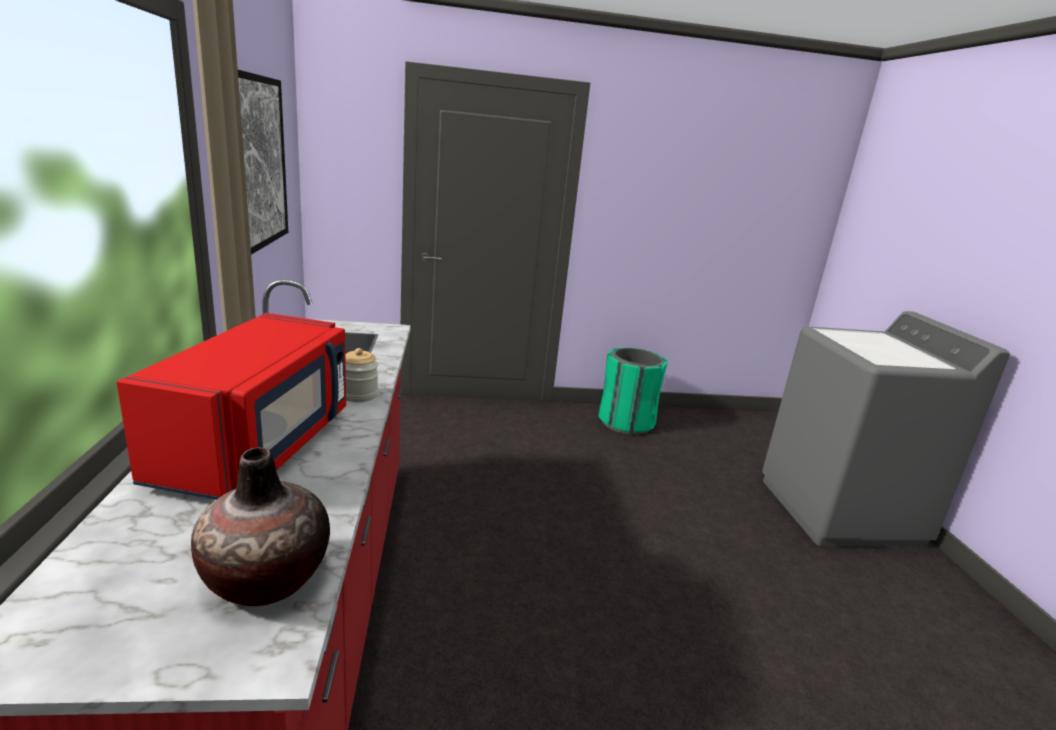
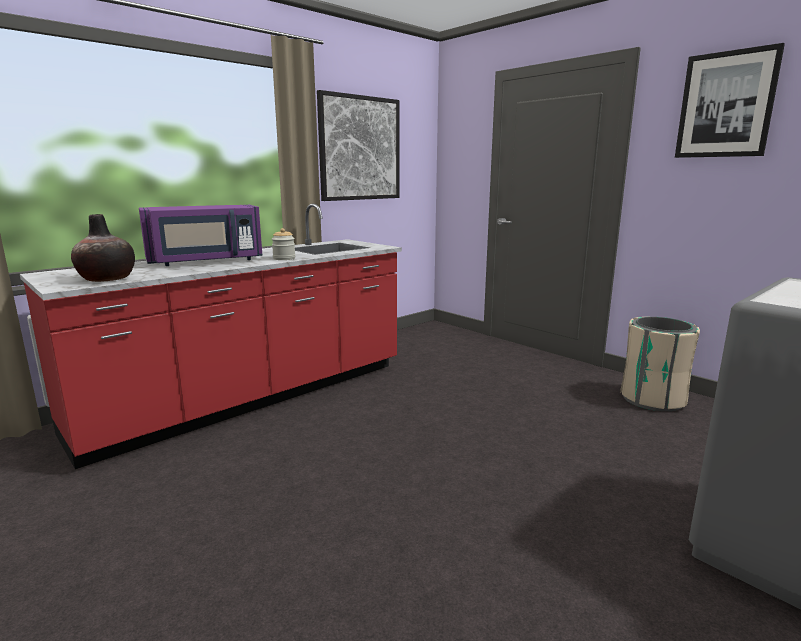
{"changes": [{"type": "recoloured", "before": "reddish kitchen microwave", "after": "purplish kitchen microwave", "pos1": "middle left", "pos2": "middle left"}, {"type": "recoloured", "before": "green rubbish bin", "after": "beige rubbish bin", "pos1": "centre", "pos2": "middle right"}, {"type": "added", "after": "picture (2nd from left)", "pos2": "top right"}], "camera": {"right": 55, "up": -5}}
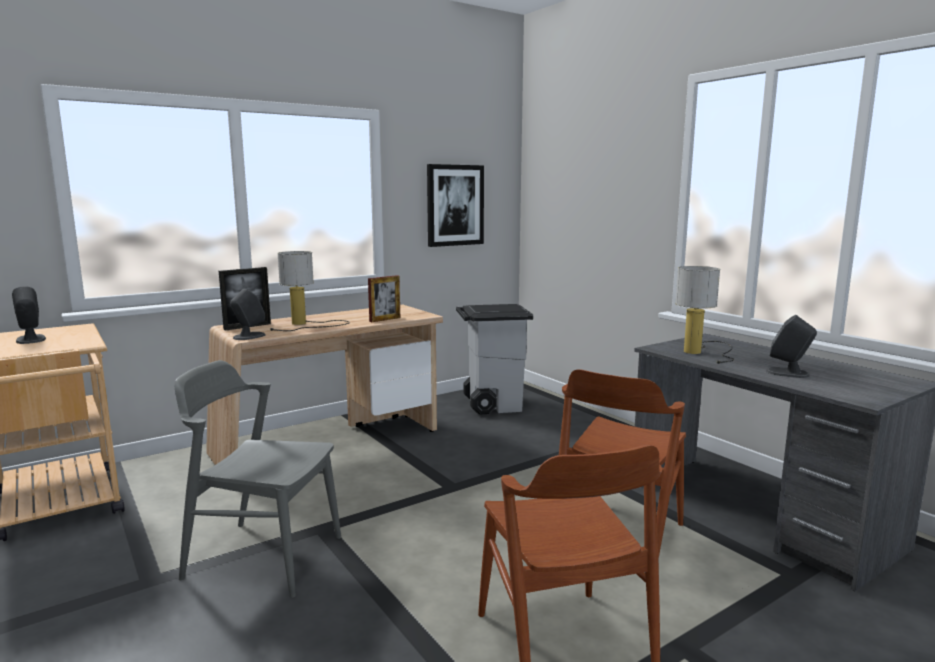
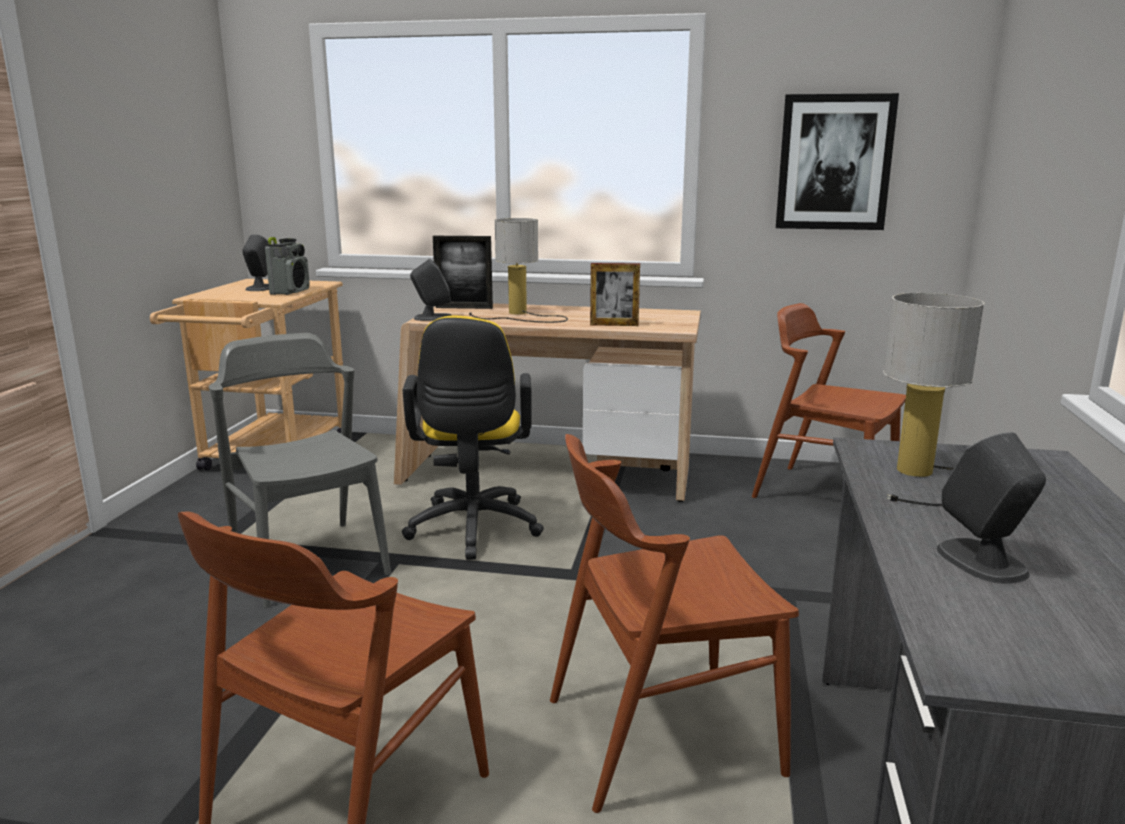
{"changes": [{"type": "added", "after": "radio receiver", "pos2": "top left"}, {"type": "added", "after": "yellow office chair", "pos2": "centre"}, {"type": "replaced", "before": "gray rubbish bin", "after": "brown chair (3rd from left)", "pos1": "centre", "pos2": "middle right"}], "camera": {"right": 45, "up": 5}}
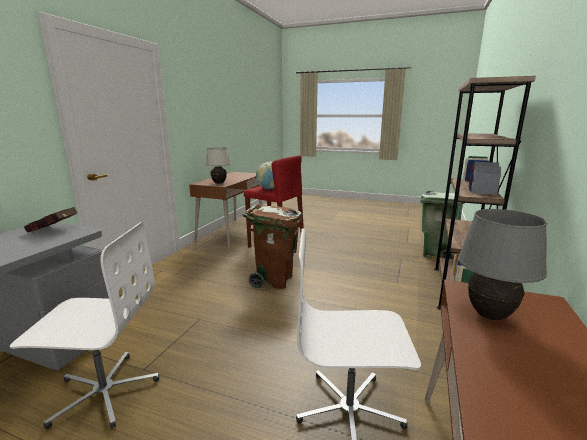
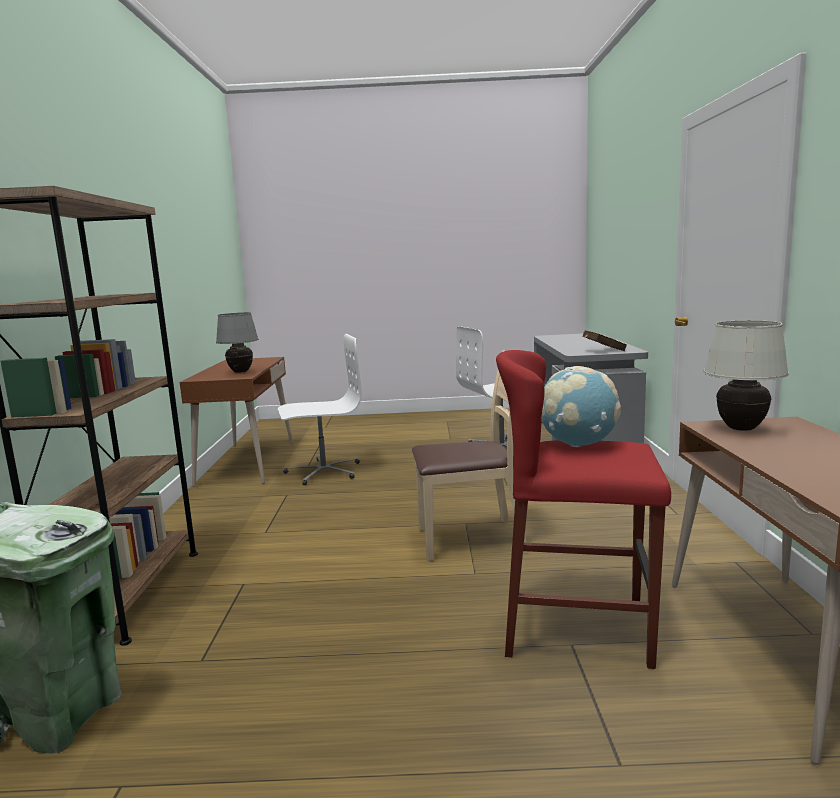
{"changes": [{"type": "replaced", "before": "brown rubbish bin", "after": "beige chair", "pos1": "centre", "pos2": "centre"}], "camera": {"right": 160, "up": -5}}
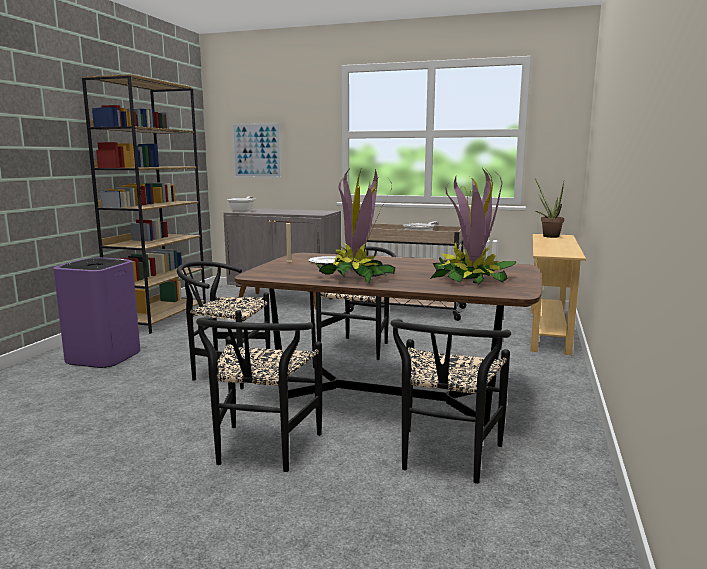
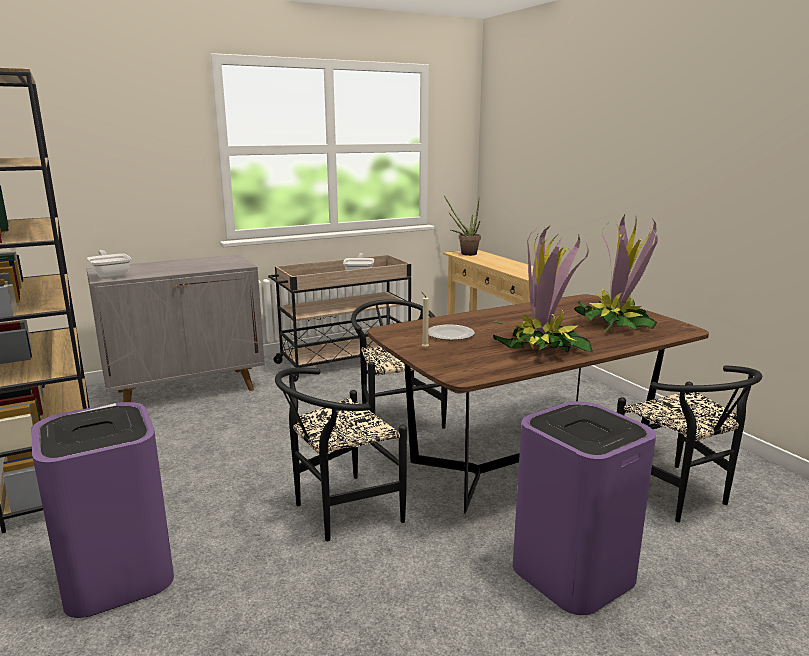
{"changes": [{"type": "replaced", "before": "black-coloured chair (2nd from left)", "after": "purplish rubbish bin (2nd from left)", "pos1": "bottom centre", "pos2": "bottom right"}, {"type": "removed", "before": "picture", "pos1": "top centre"}], "camera": {"right": -45, "up": 5}}
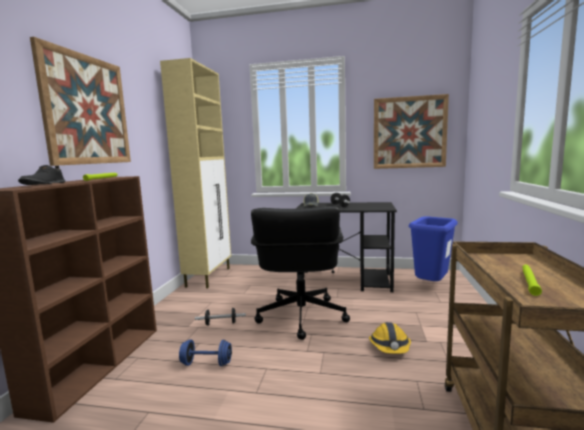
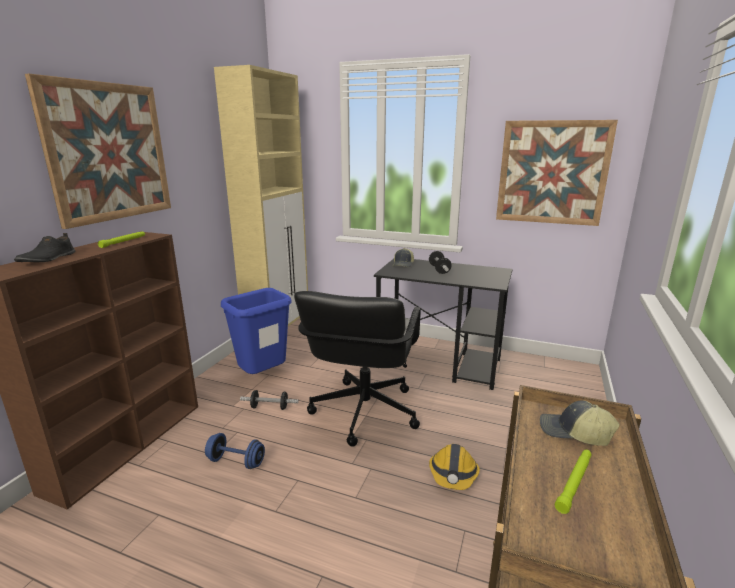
{"changes": [{"type": "moved", "before": "bluish rubbish bin", "pos1": "middle right", "pos2": "centre"}, {"type": "added", "after": "peaked cap (2nd from left)", "pos2": "bottom right"}], "camera": {"right": 10, "up": 10}}
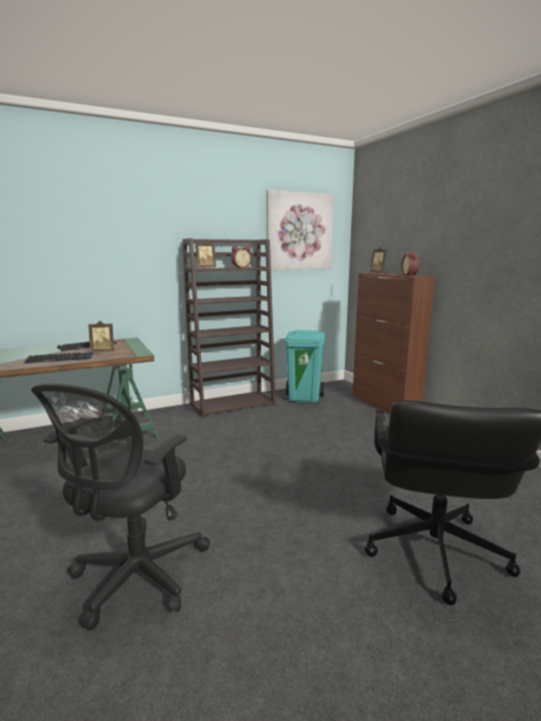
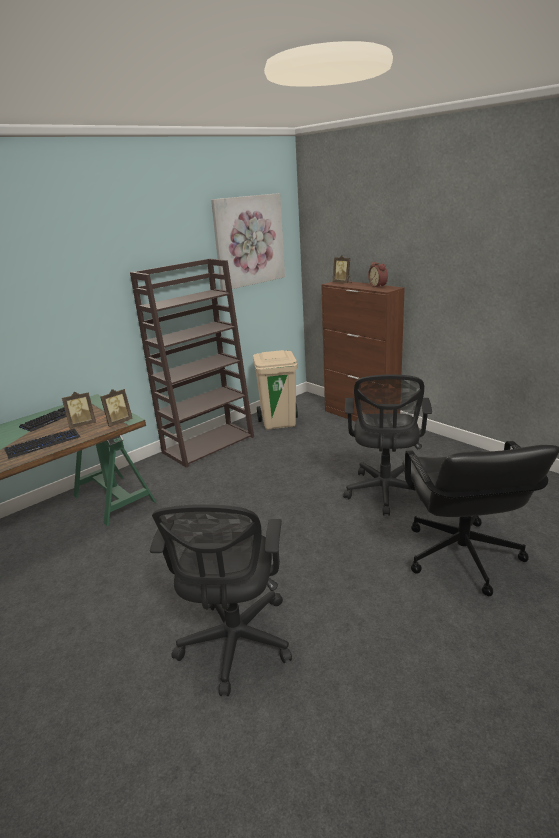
{"changes": [{"type": "moved", "before": "picture frame (2nd from left)", "pos1": "centre", "pos2": "middle left"}, {"type": "recoloured", "before": "blue-green rubbish bin", "after": "beige rubbish bin", "pos1": "centre", "pos2": "centre"}, {"type": "added", "after": "black-coloured office chair (2nd from left)", "pos2": "middle right"}, {"type": "removed", "before": "alarm clock (1st from left)", "pos1": "centre"}], "camera": {"right": -15, "up": 10}}
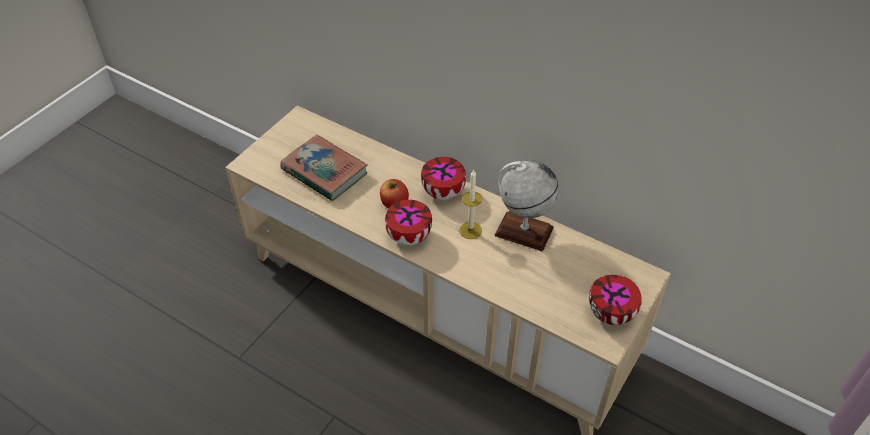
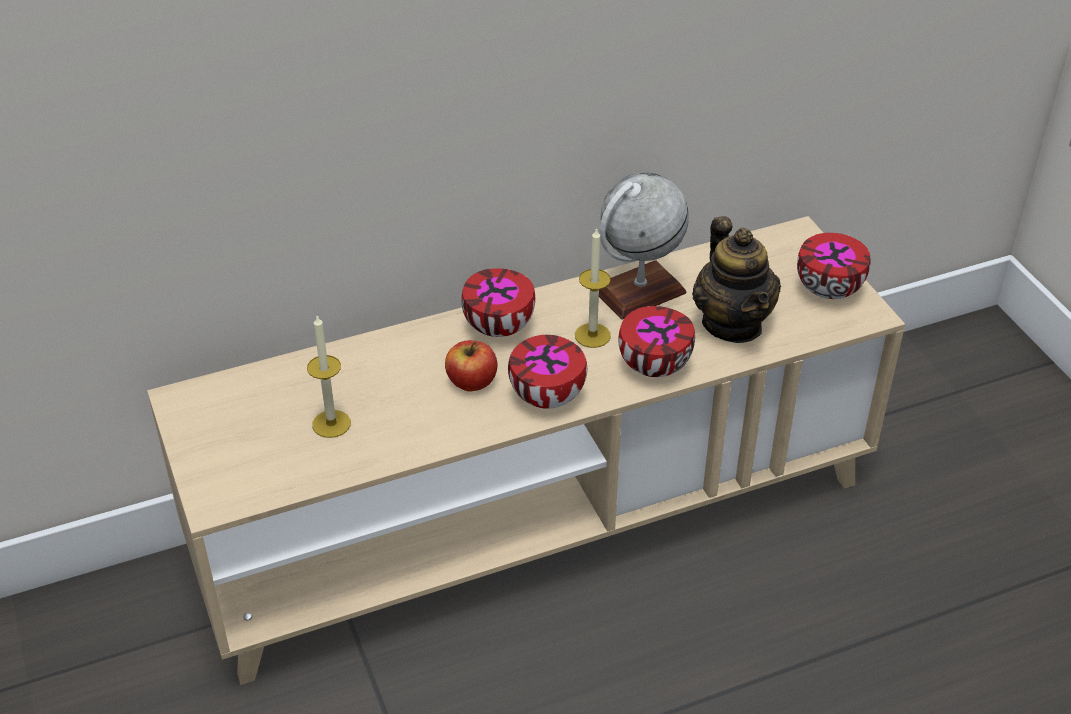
{"changes": [{"type": "replaced", "before": "volume", "after": "candle (1st from left)", "pos1": "centre", "pos2": "middle left"}, {"type": "added", "after": "bowl (3rd from left)", "pos2": "centre"}, {"type": "added", "after": "pot for tea", "pos2": "middle right"}], "camera": {"right": -55, "up": -5}}
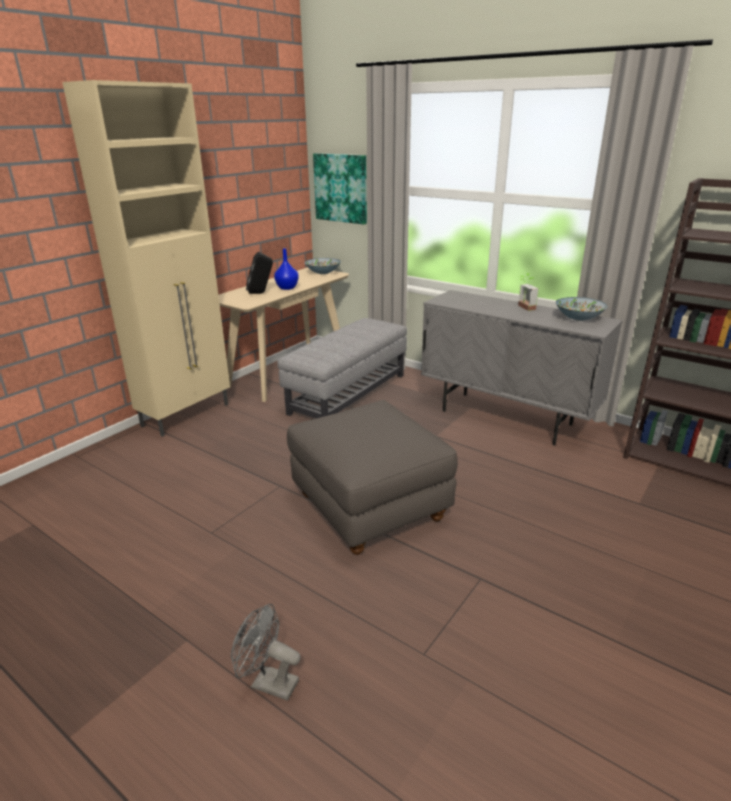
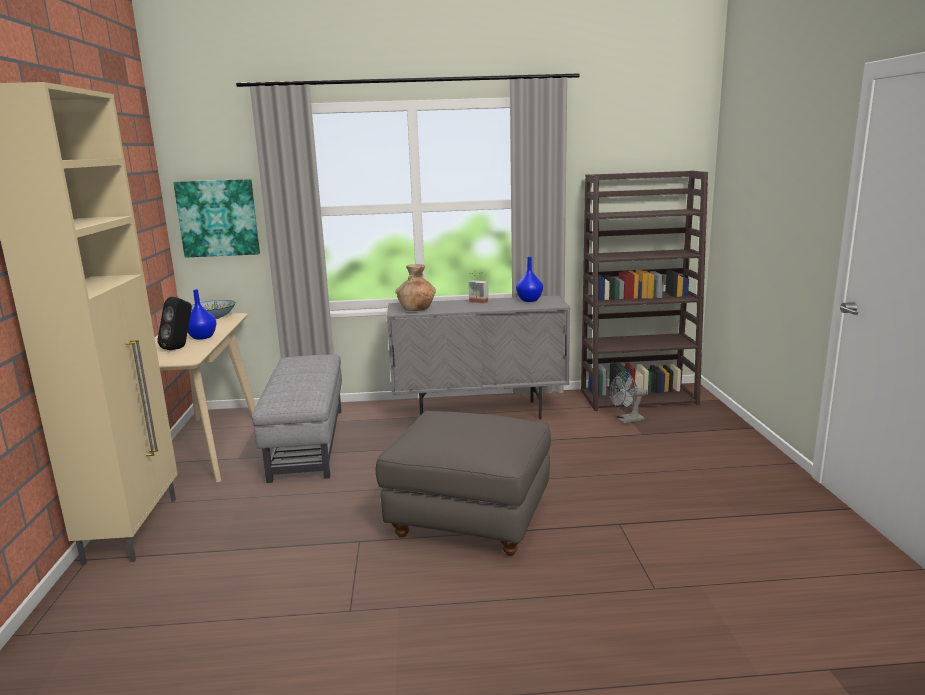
{"changes": [{"type": "added", "after": "brown vase", "pos2": "centre"}, {"type": "replaced", "before": "bowl (2nd from left)", "after": "bluish vase (2nd from left)", "pos1": "middle right", "pos2": "centre"}, {"type": "moved", "before": "gray cooling fan", "pos1": "bottom centre", "pos2": "middle right"}], "camera": {"right": -40, "up": -10}}
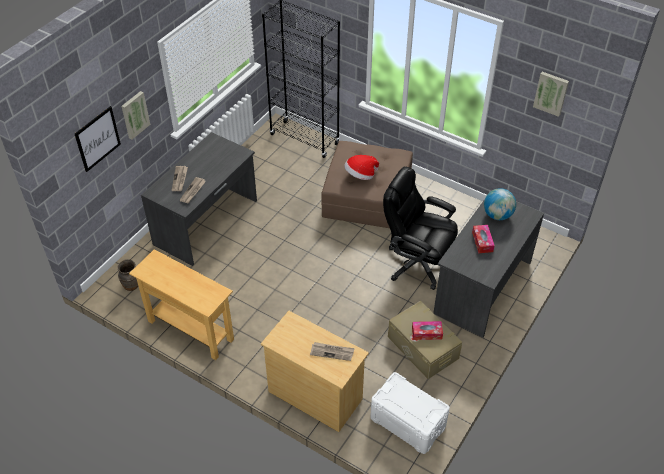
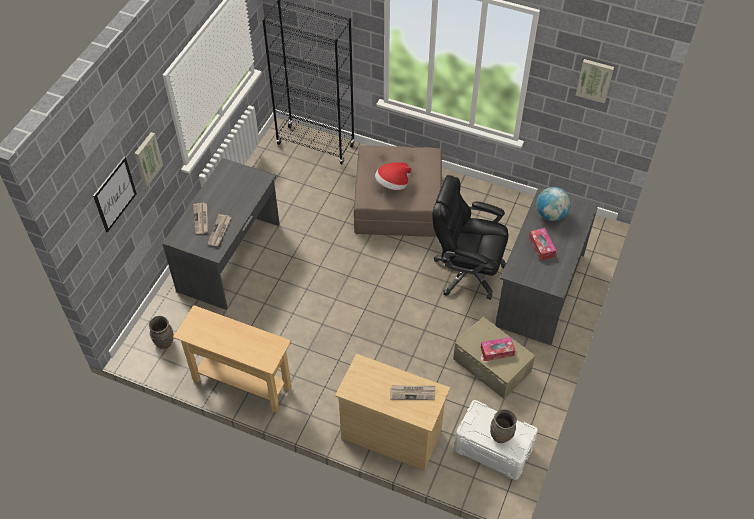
{"changes": [{"type": "added", "after": "brown vase (2nd from left)", "pos2": "bottom right"}], "camera": {"right": -10, "up": 5}}
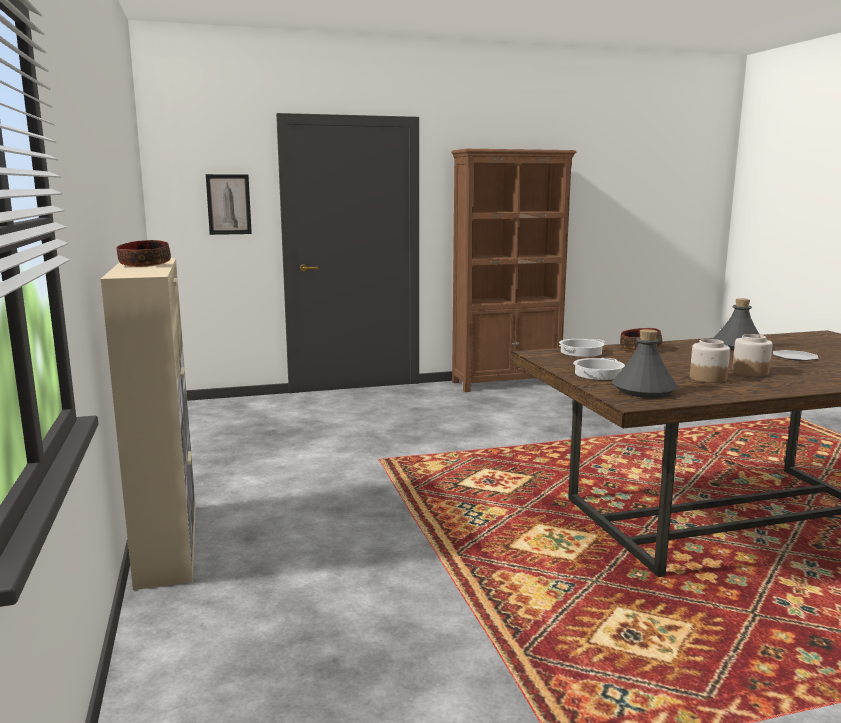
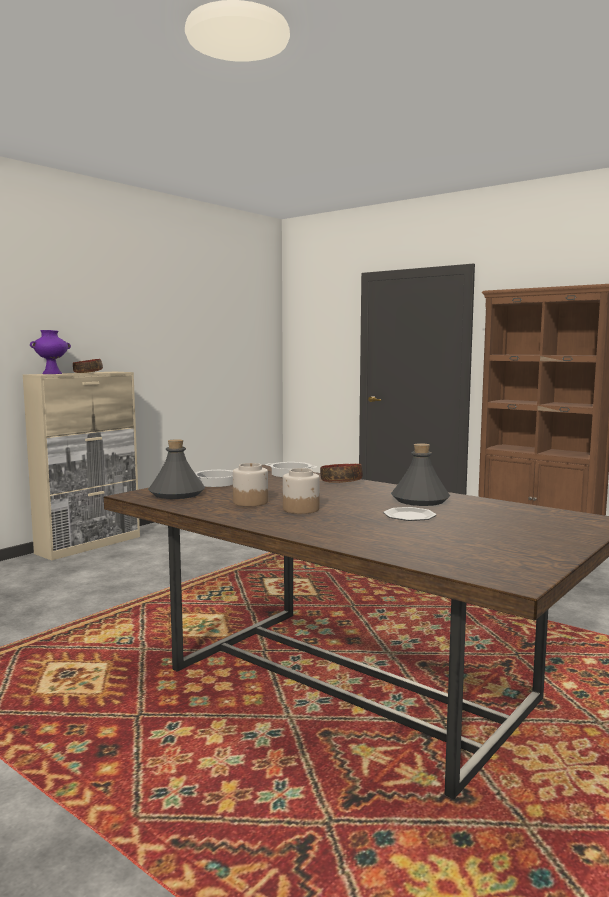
{"changes": [{"type": "added", "after": "purplish vase", "pos2": "middle left"}, {"type": "removed", "before": "picture", "pos1": "top left"}], "camera": {"right": 55, "up": -5}}
